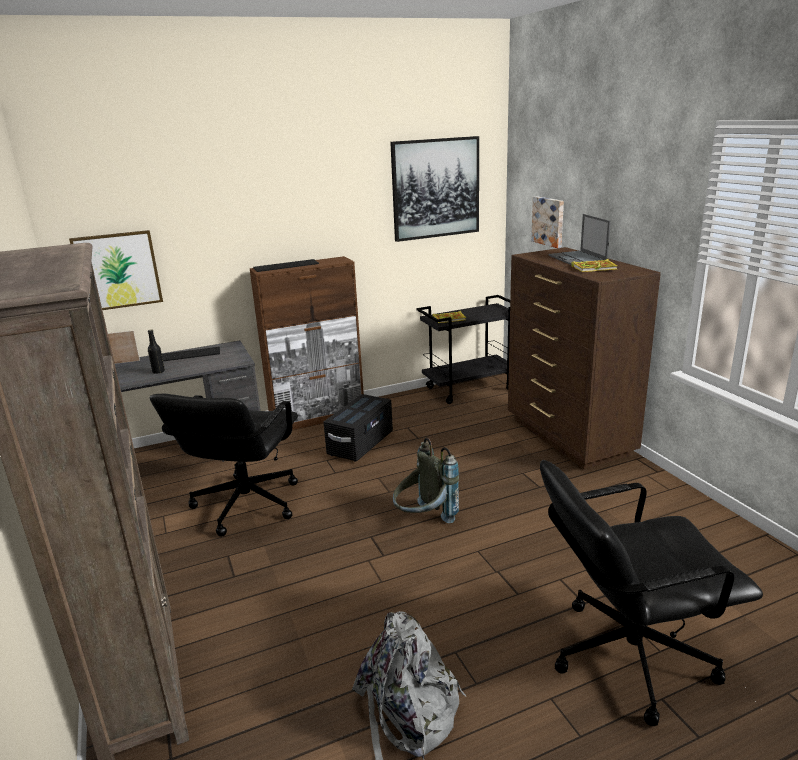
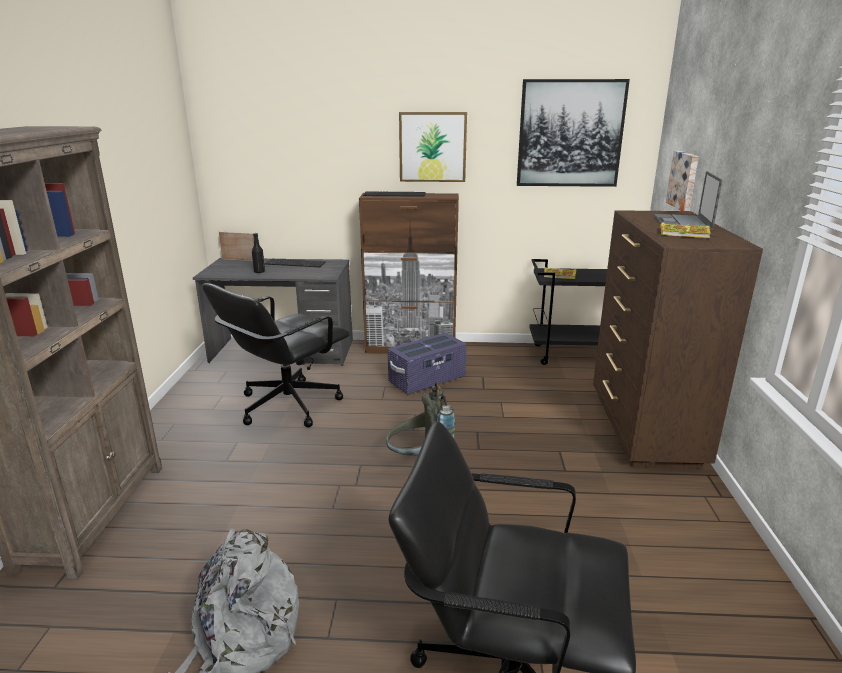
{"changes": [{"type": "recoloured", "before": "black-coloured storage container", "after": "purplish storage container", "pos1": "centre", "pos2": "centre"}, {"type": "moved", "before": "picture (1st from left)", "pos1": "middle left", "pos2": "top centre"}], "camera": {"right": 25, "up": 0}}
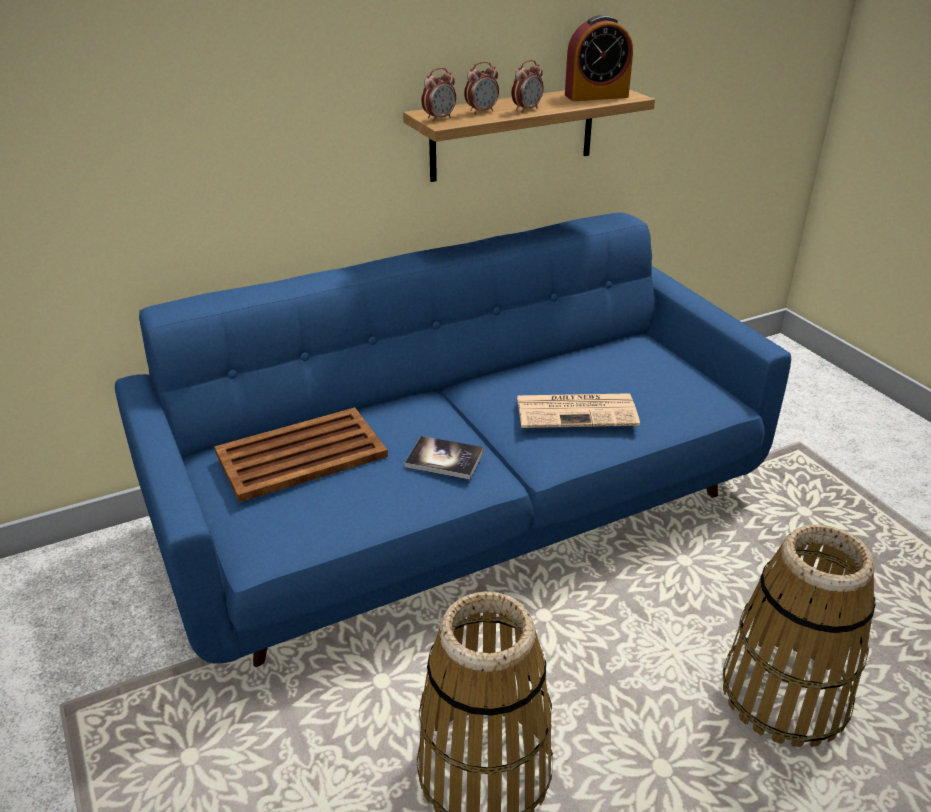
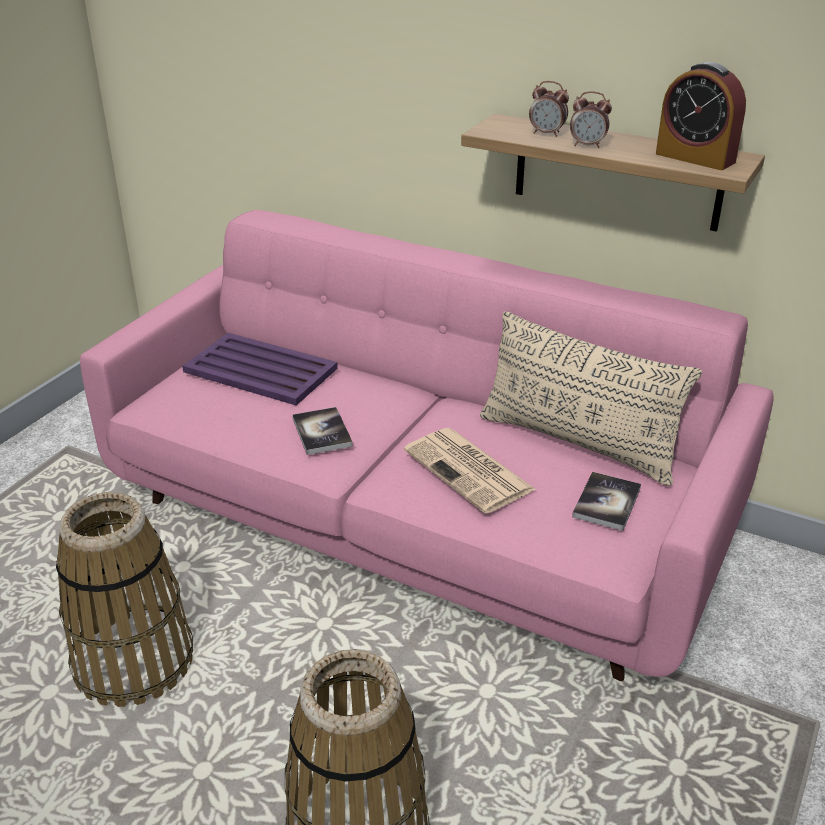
{"changes": [{"type": "recoloured", "before": "bluish settee", "after": "pinkish settee", "pos1": "centre", "pos2": "centre"}, {"type": "recoloured", "before": "brown carrying tray", "after": "purplish carrying tray", "pos1": "middle left", "pos2": "middle left"}, {"type": "added", "after": "beige cushion", "pos2": "middle right"}, {"type": "added", "after": "volume (2nd from left)", "pos2": "middle right"}, {"type": "removed", "before": "alarm clock (1st from left)", "pos1": "top centre"}], "camera": {"right": 55, "up": 0}}
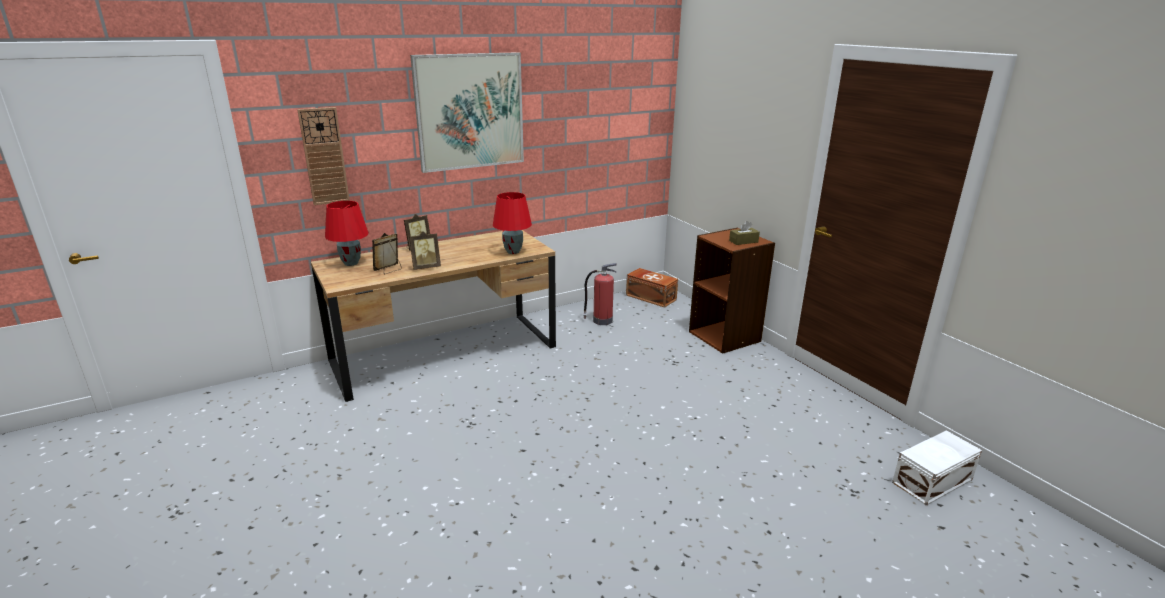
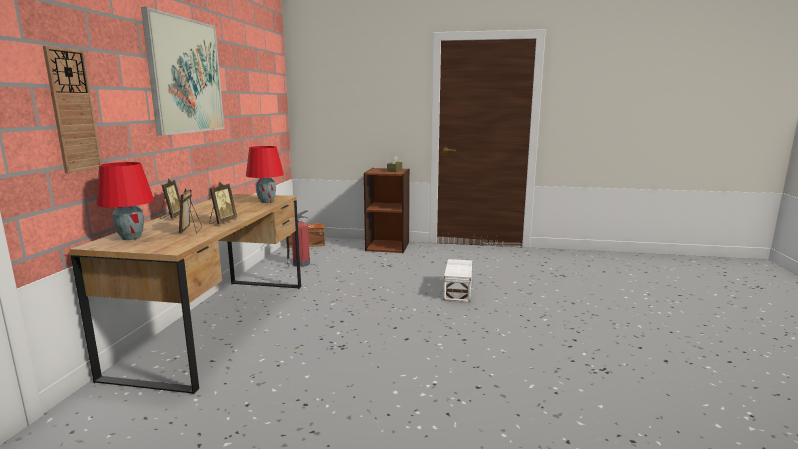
{"changes": [{"type": "moved", "before": "whitish storage container", "pos1": "bottom right", "pos2": "centre"}], "camera": {"right": -50, "up": -10}}
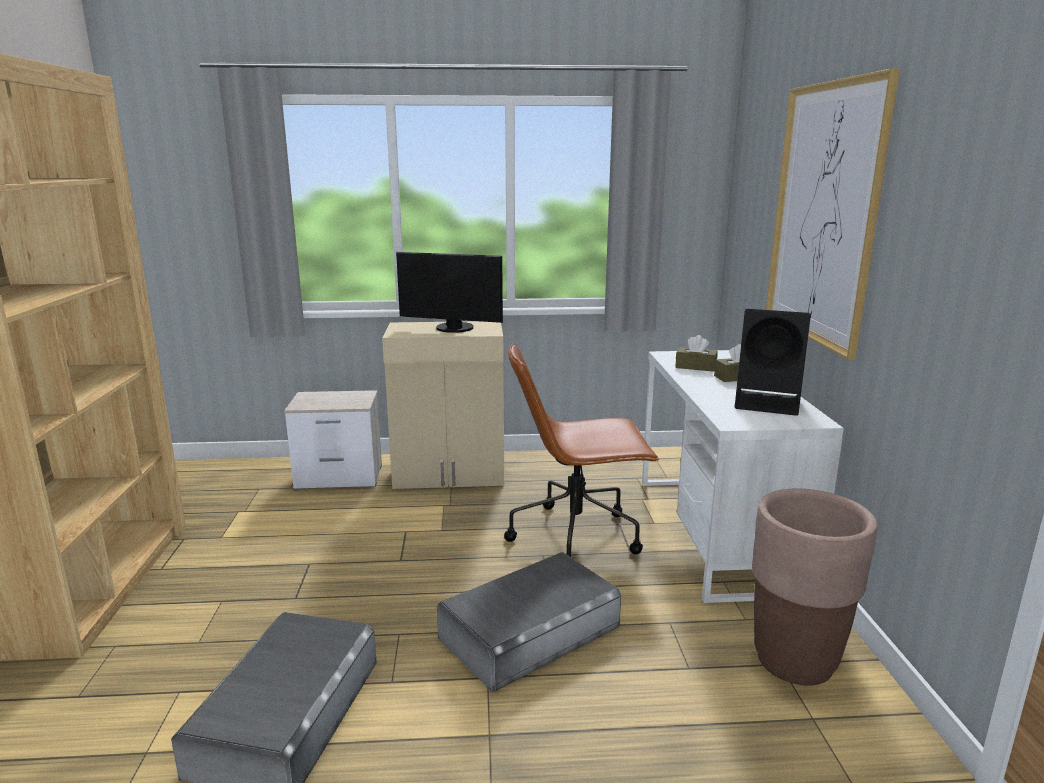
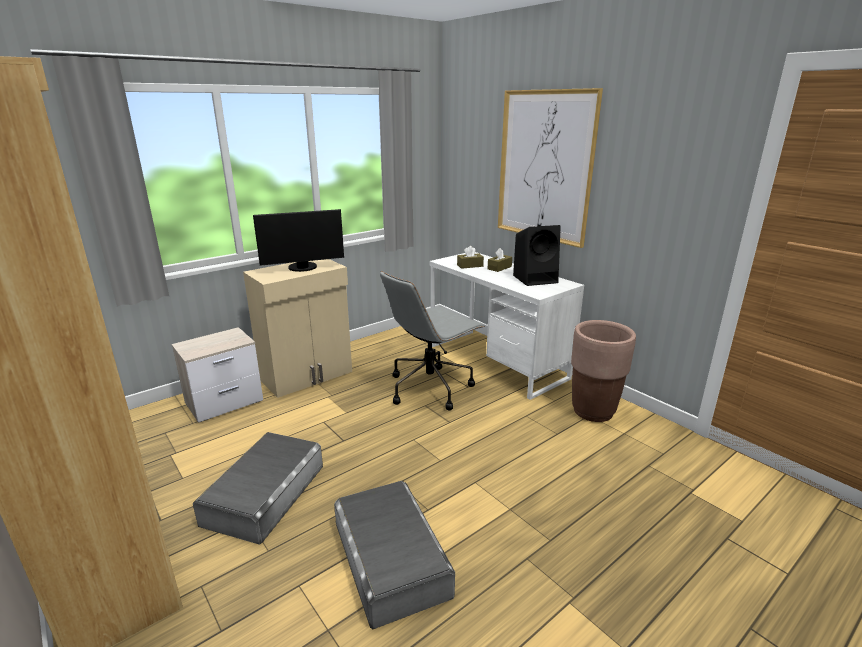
{"changes": [{"type": "moved", "before": "gray storage container (2nd from left in the first image)", "after": "gray storage container (1st from left)", "pos1": "bottom centre", "pos2": "bottom left"}, {"type": "recoloured", "before": "brown office chair", "after": "gray office chair", "pos1": "centre", "pos2": "centre"}], "camera": {"right": -35, "up": 5}}
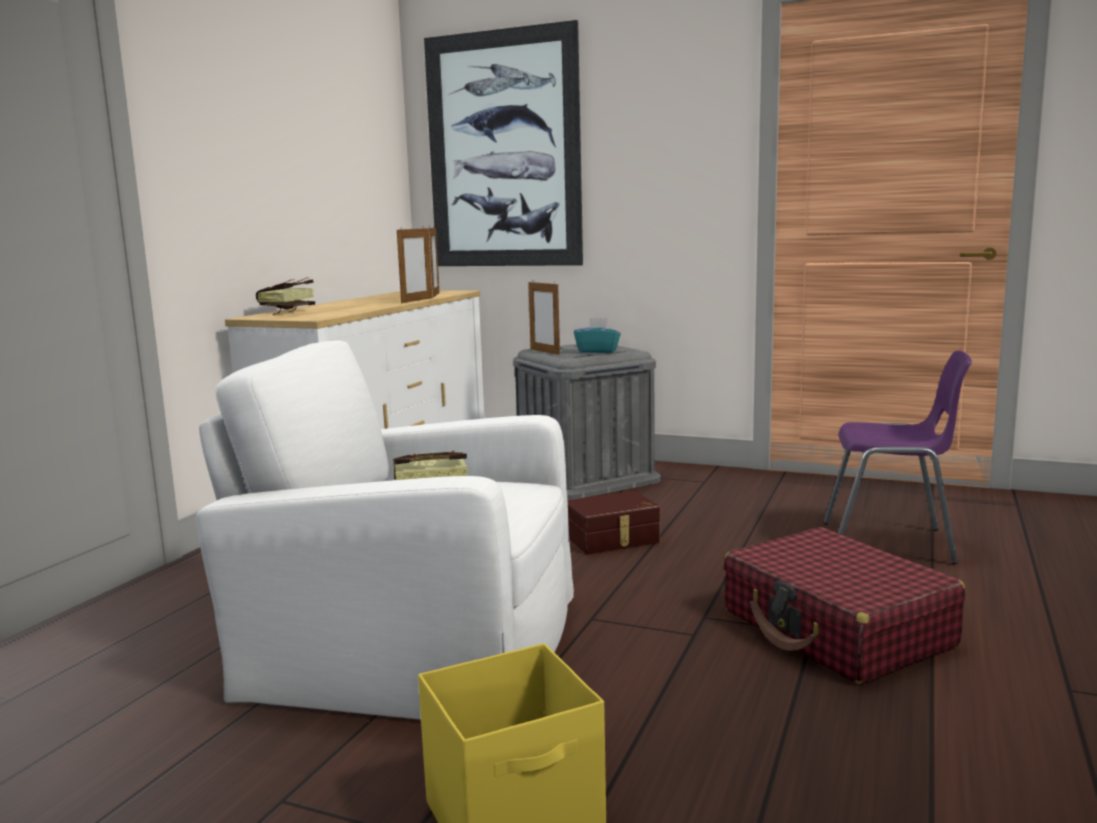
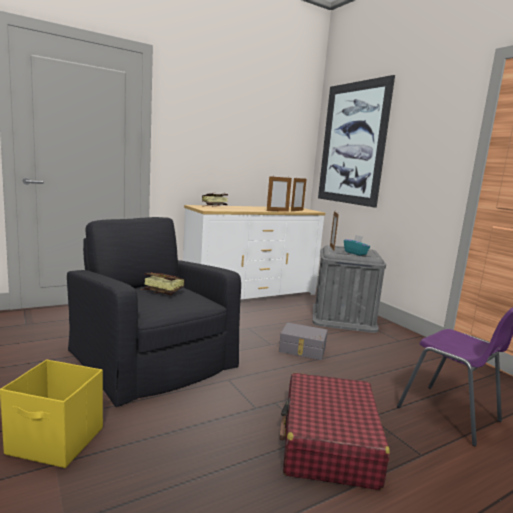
{"changes": [{"type": "recoloured", "before": "whitish easy chair", "after": "black-coloured easy chair", "pos1": "centre", "pos2": "middle left"}, {"type": "recoloured", "before": "brown storage container", "after": "gray storage container (1st from left)", "pos1": "centre", "pos2": "centre"}], "camera": {"right": 35, "up": 0}}
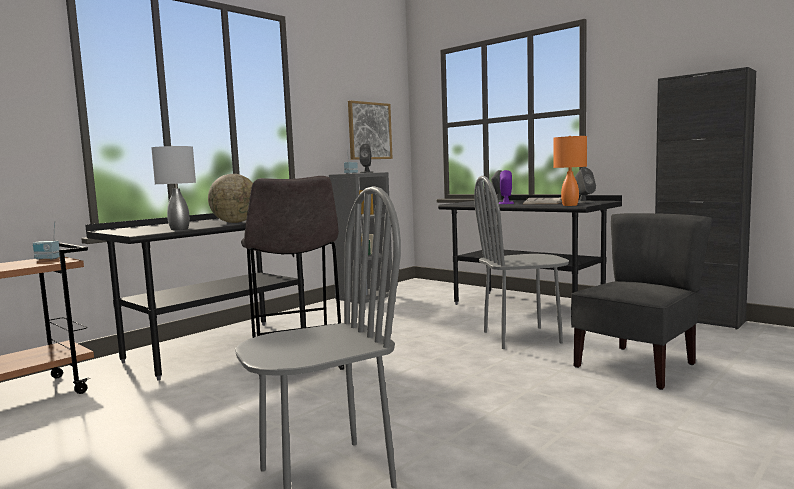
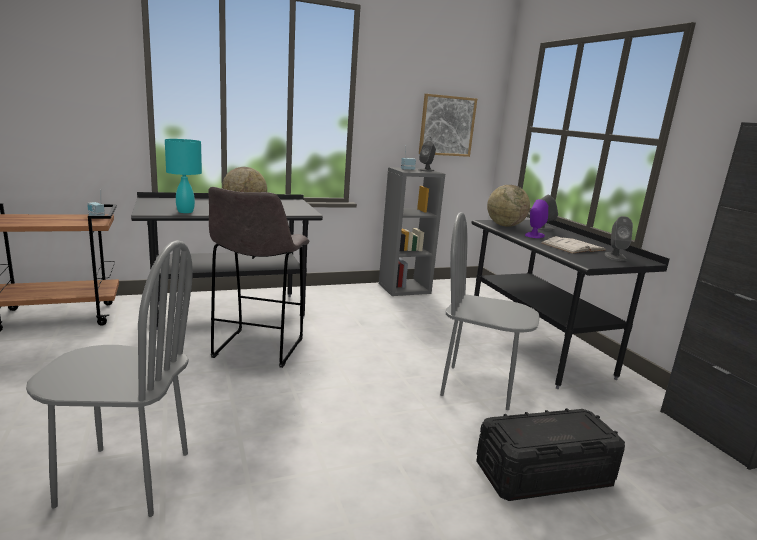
{"changes": [{"type": "recoloured", "before": "gray tabletop lamp", "after": "blue-green tabletop lamp", "pos1": "middle left", "pos2": "top left"}, {"type": "replaced", "before": "gray chair (3rd from left)", "after": "black-coloured storage container", "pos1": "middle right", "pos2": "bottom right"}, {"type": "added", "after": "globe (2nd from left)", "pos2": "middle right"}, {"type": "removed", "before": "orange-coloured tabletop lamp", "pos1": "middle right"}], "camera": {"right": 25, "up": 10}}
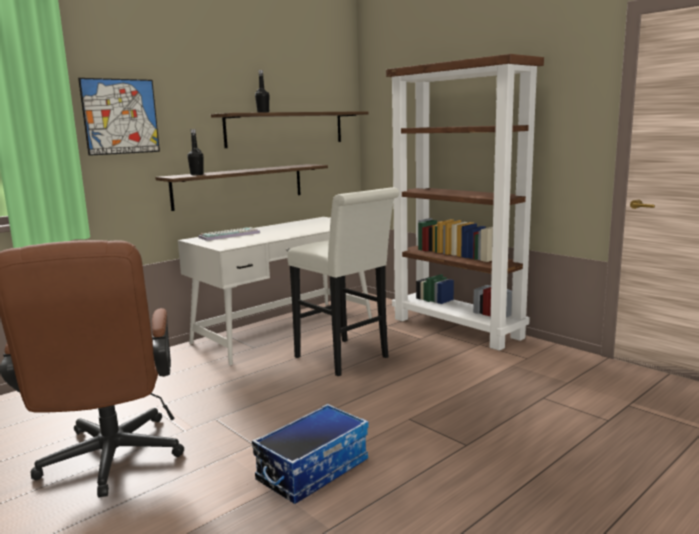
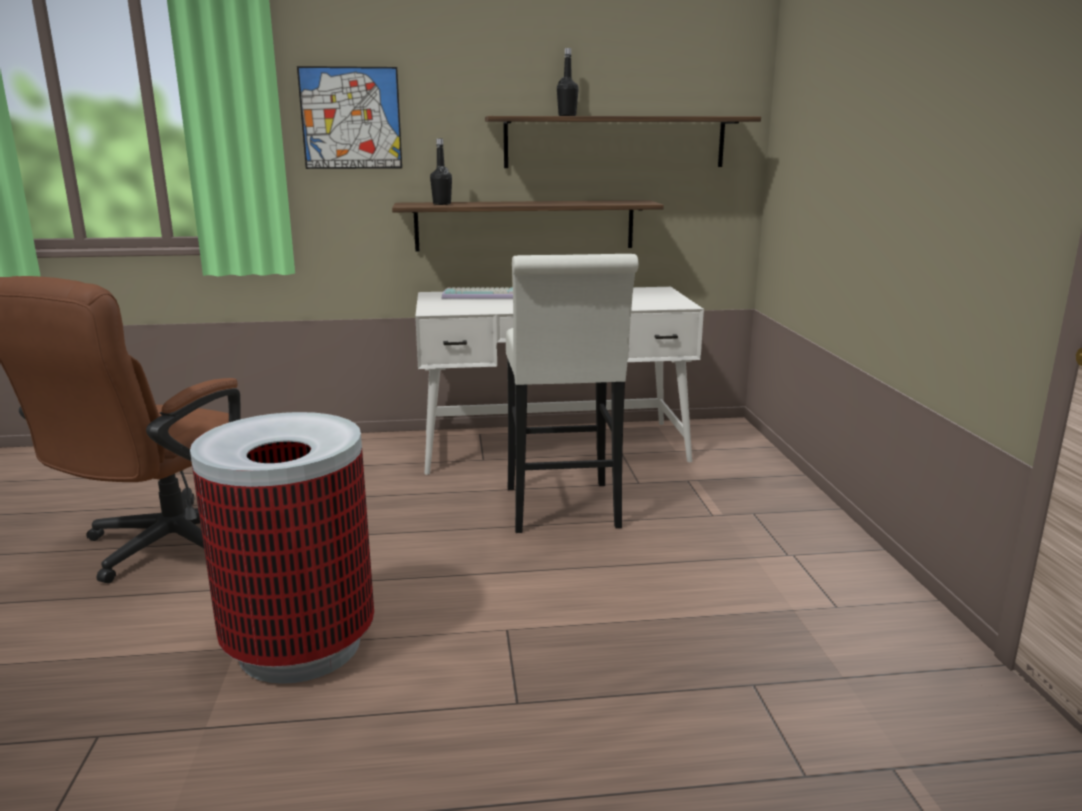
{"changes": [{"type": "replaced", "before": "storage container", "after": "rubbish bin", "pos1": "bottom centre", "pos2": "bottom left"}, {"type": "removed", "before": "brown shelving unit", "pos1": "centre"}], "camera": {"right": 35, "up": 5}}
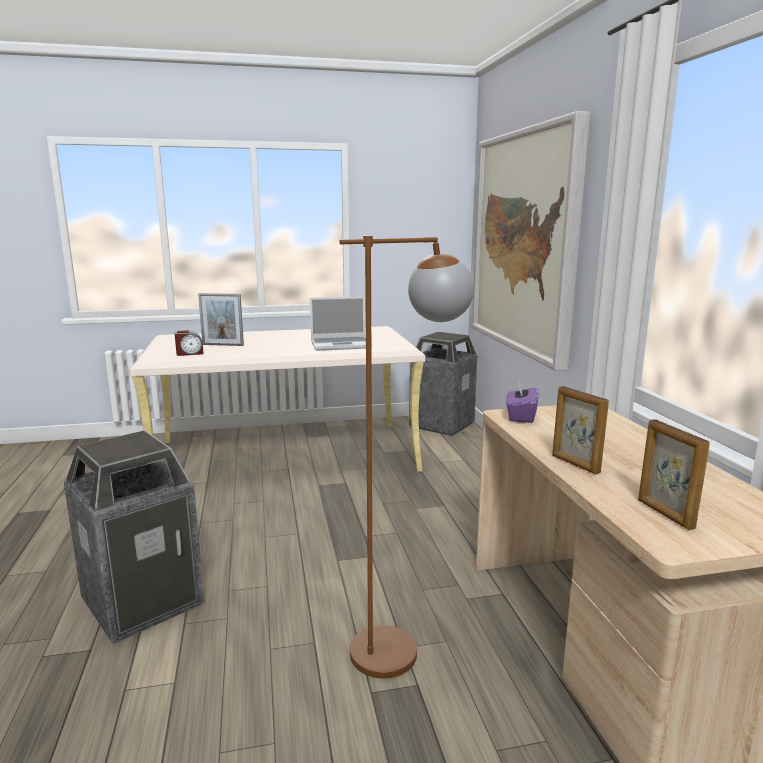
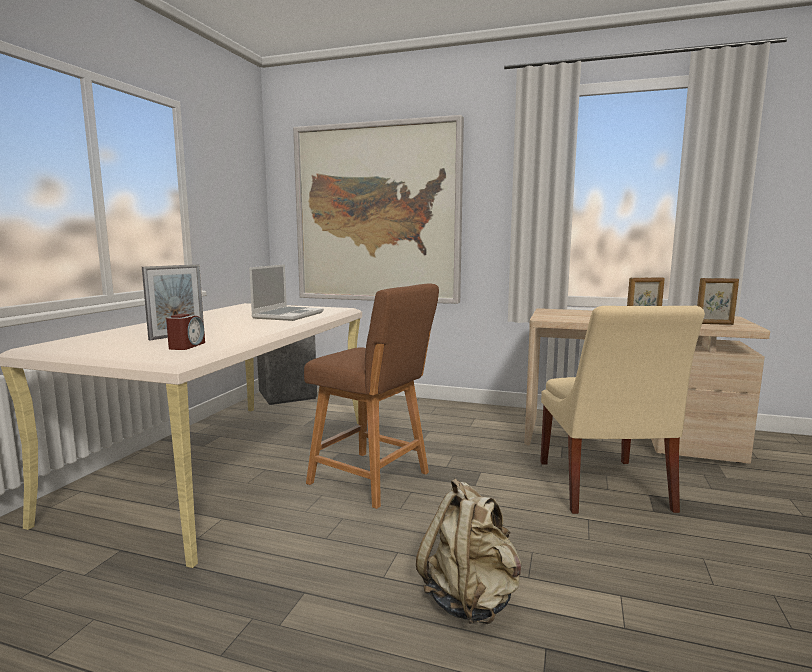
{"changes": [{"type": "added", "after": "brown stool", "pos2": "centre"}, {"type": "replaced", "before": "rubbish bin (1st from left)", "after": "beige rucksack", "pos1": "bottom left", "pos2": "bottom centre"}, {"type": "replaced", "before": "brown standing lamp", "after": "beige chair", "pos1": "centre", "pos2": "middle right"}, {"type": "removed", "before": "purplish tissue box", "pos1": "middle right"}], "camera": {"right": -60, "up": -5}}
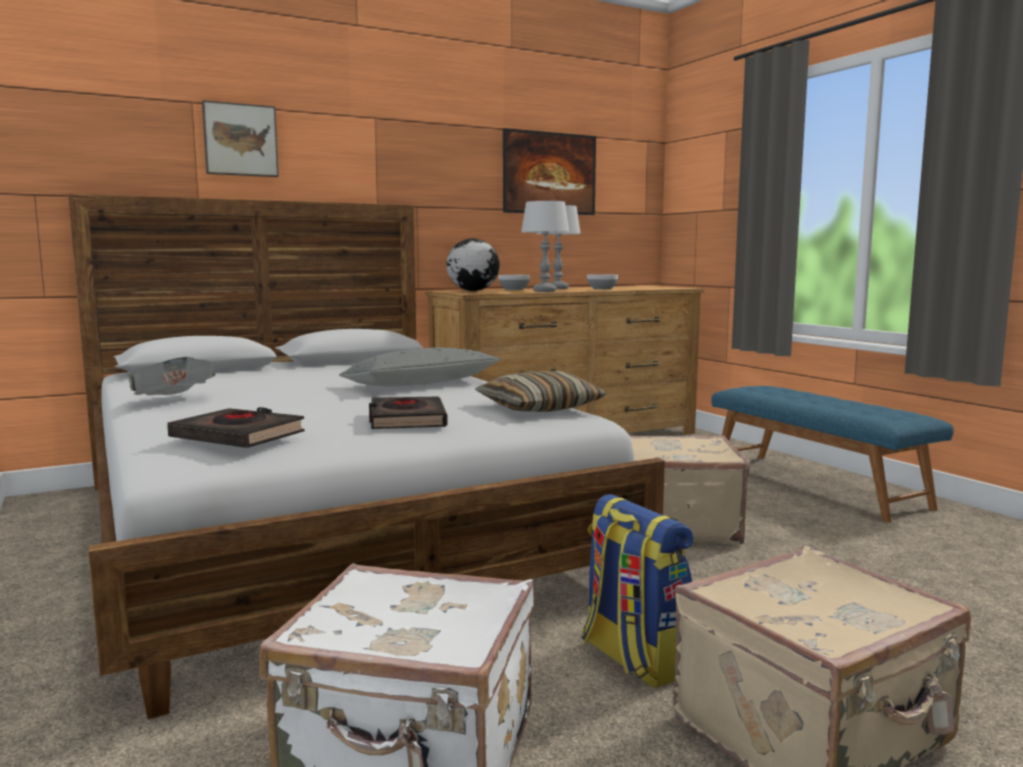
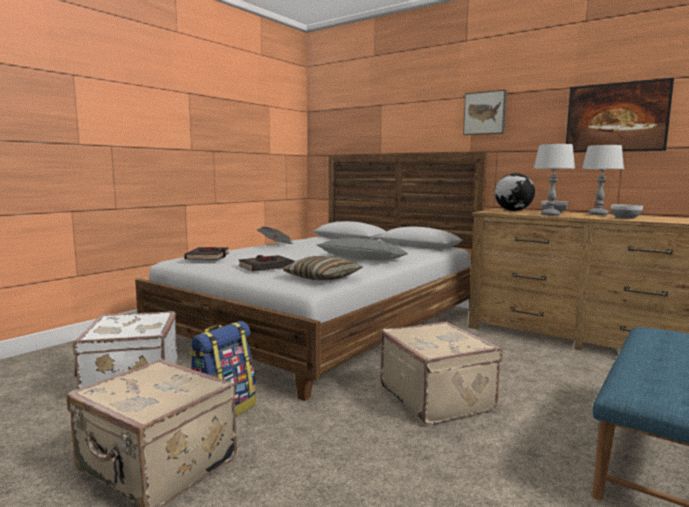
{"changes": [{"type": "moved", "before": "picture (1st from left)", "pos1": "top left", "pos2": "top right"}], "camera": {"right": 65, "up": 0}}
